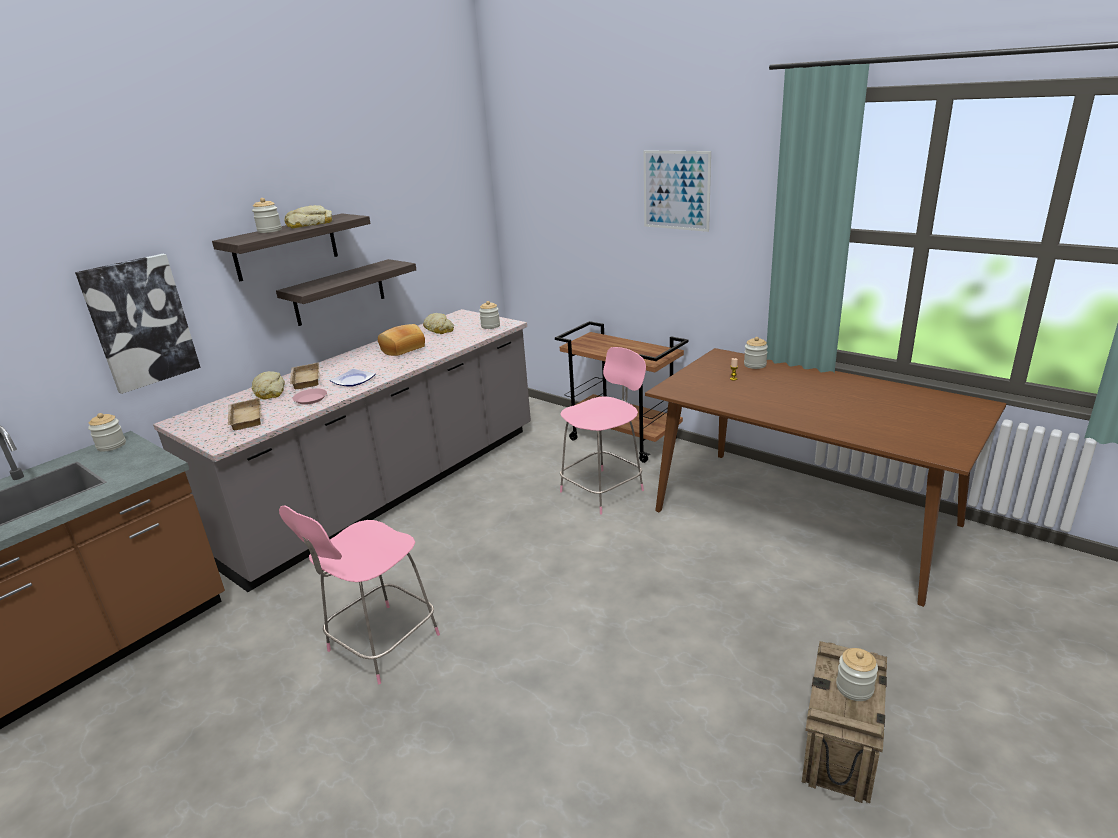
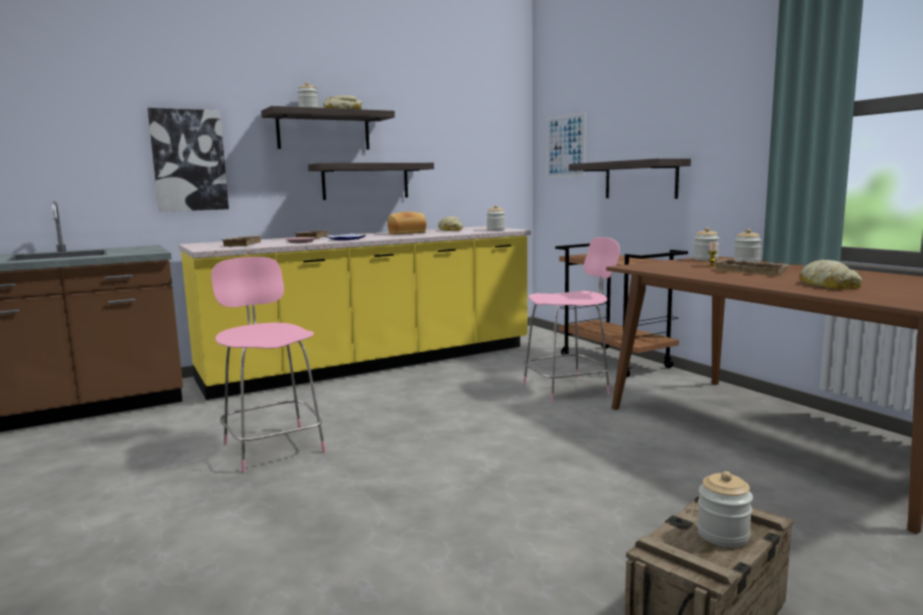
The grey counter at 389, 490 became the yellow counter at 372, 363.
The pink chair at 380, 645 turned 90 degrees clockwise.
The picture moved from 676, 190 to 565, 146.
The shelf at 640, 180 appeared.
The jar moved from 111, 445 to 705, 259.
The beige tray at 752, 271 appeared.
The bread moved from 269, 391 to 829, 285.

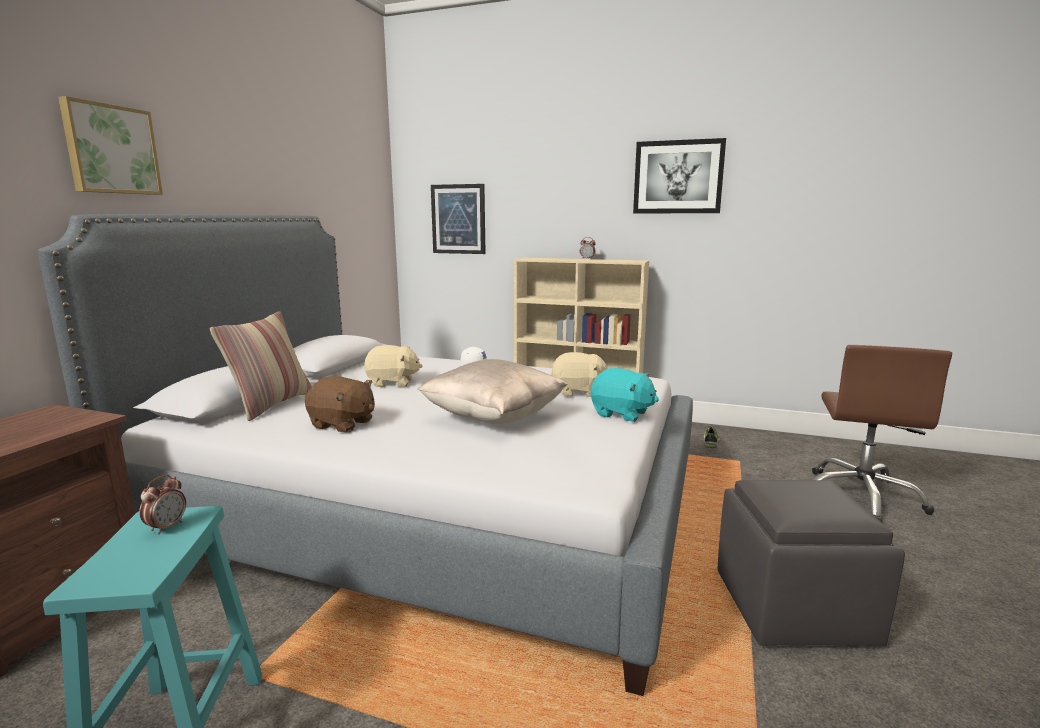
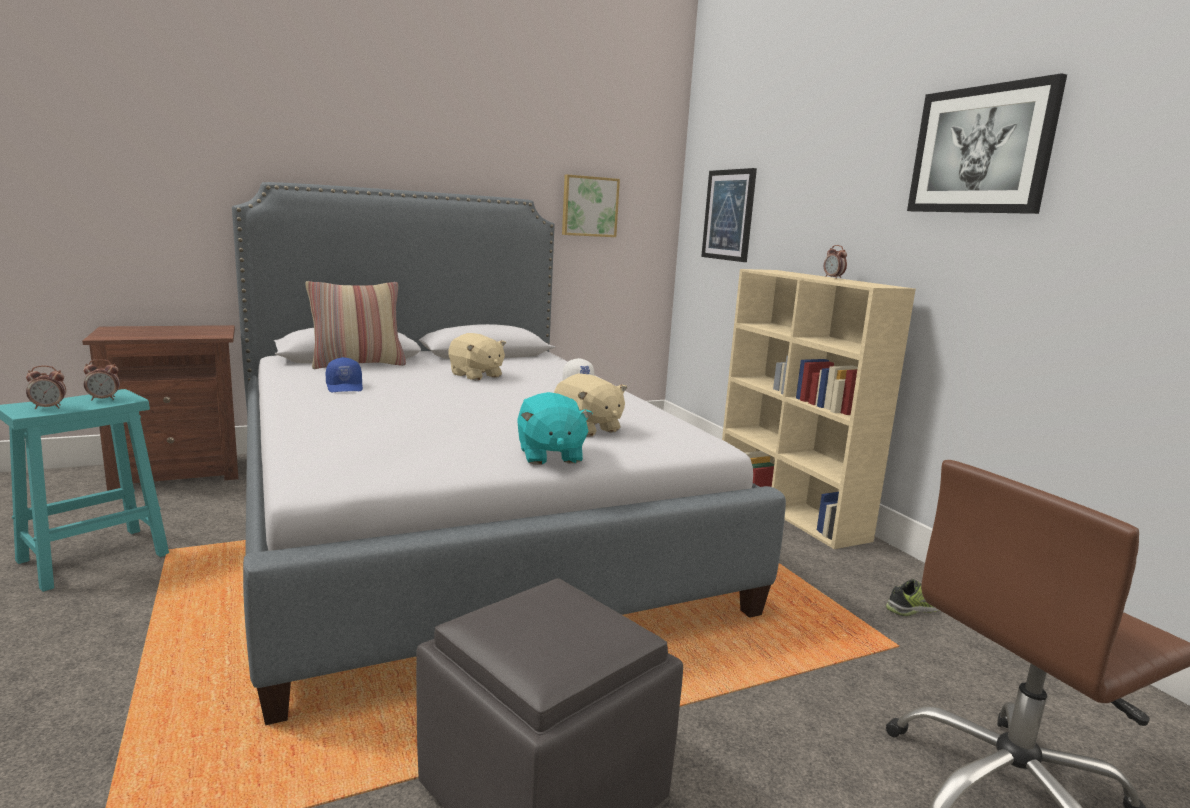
The alarm clock at 49, 407 appeared.
The brown plush toy at 342, 424 was replaced by the blue cap at 345, 387.
The picture moved from 111, 149 to 589, 206.
The beige pillow at 493, 418 disappeared.

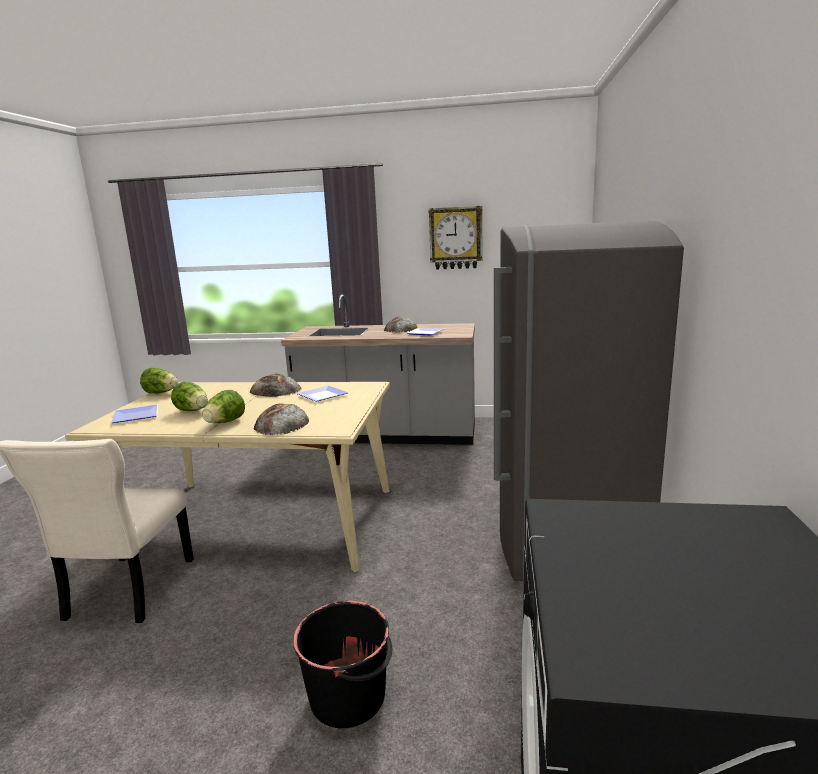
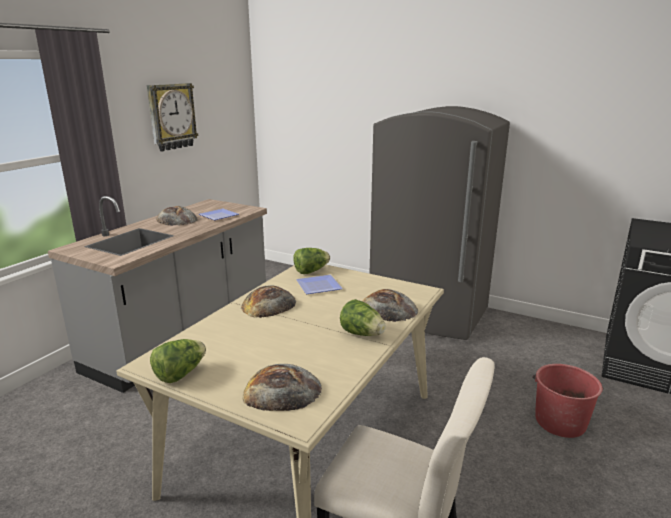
The plate at 134, 417 was replaced by the bread at 282, 390.
The lettuce moved from 193, 411 to 311, 271.
The black bucket at 349, 696 became the red bucket at 560, 421.

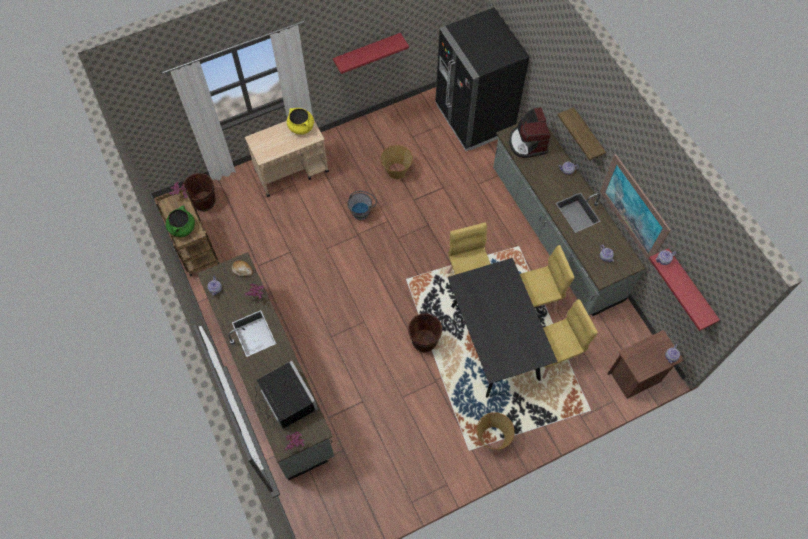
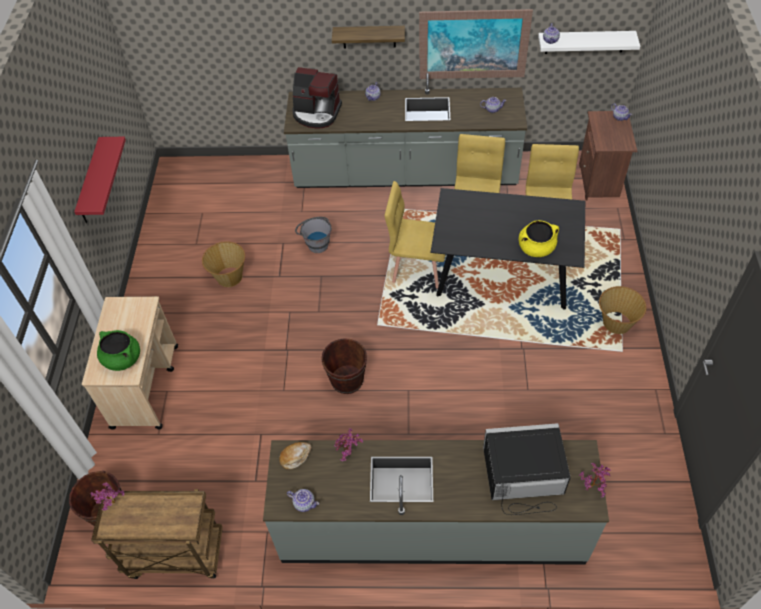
The green cooking pot moved from 182, 228 to 122, 359.
The grey bucket moved from 362, 210 to 316, 243.
The brown bucket moved from 424, 341 to 347, 380.
The yellow cooking pot moved from 301, 127 to 536, 248.
The red shelf at 690, 288 became the white shelf at 585, 42.
The black fridge at 474, 118 disappeared.

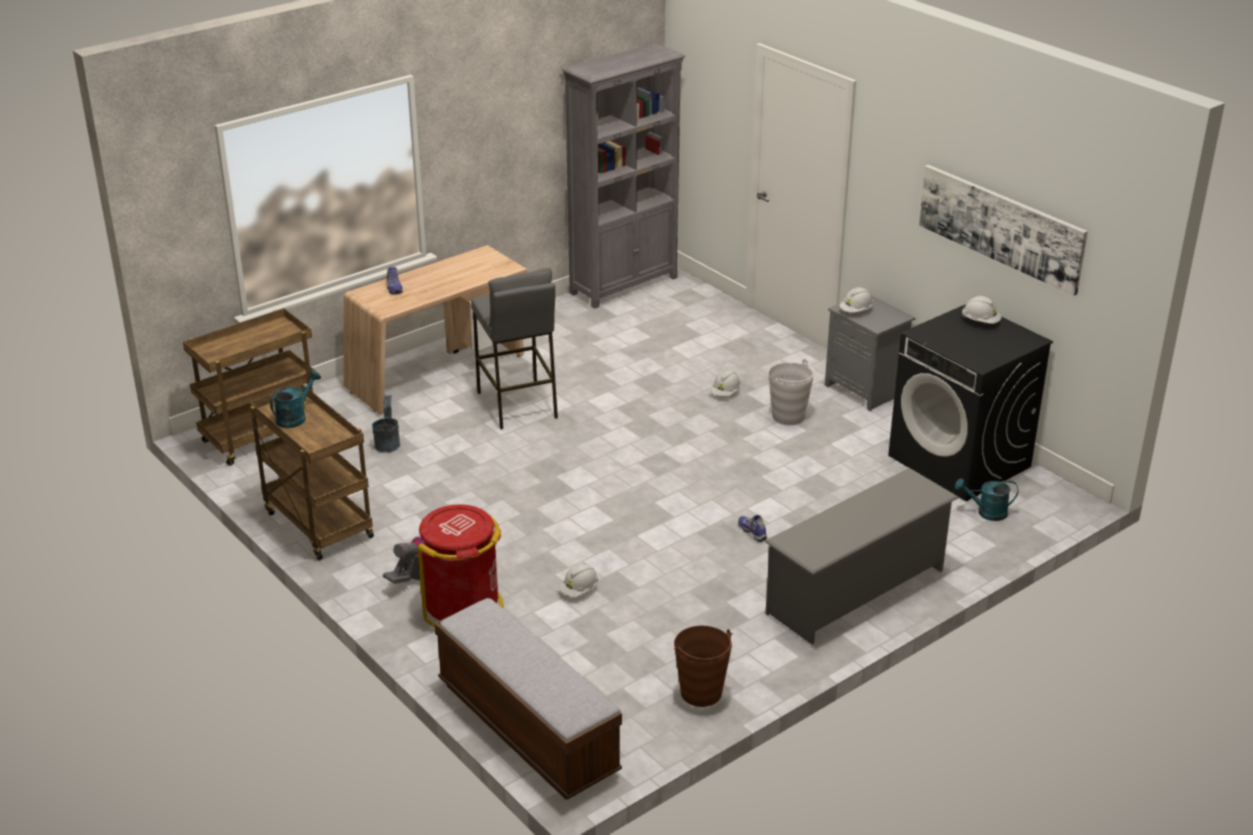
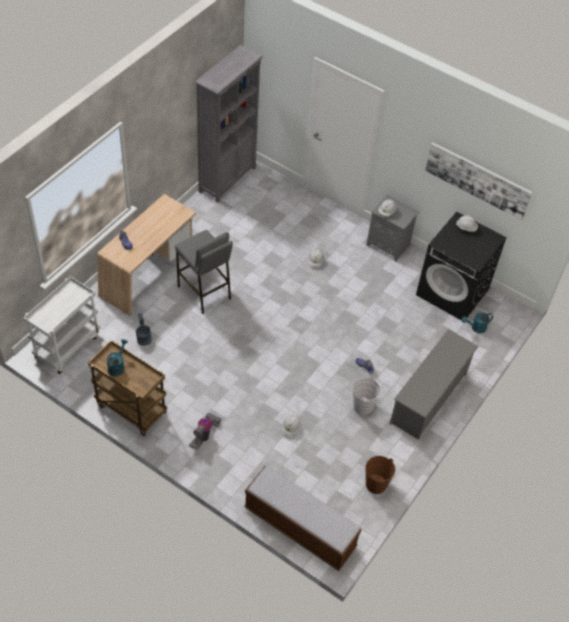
The brown cart at 261, 435 became the white cart at 67, 345.
The white bucket moved from 788, 417 to 363, 406.
The red trash can at 463, 607 disappeared.

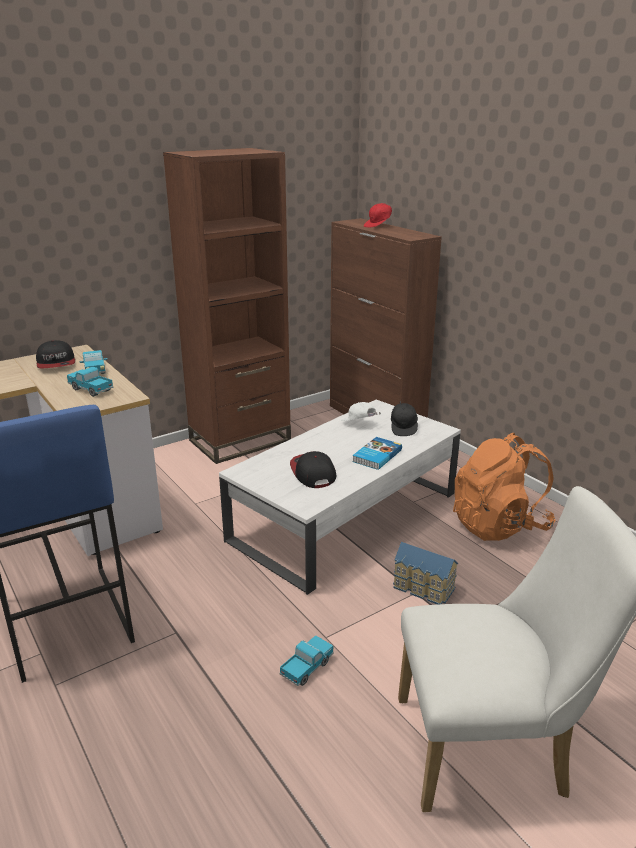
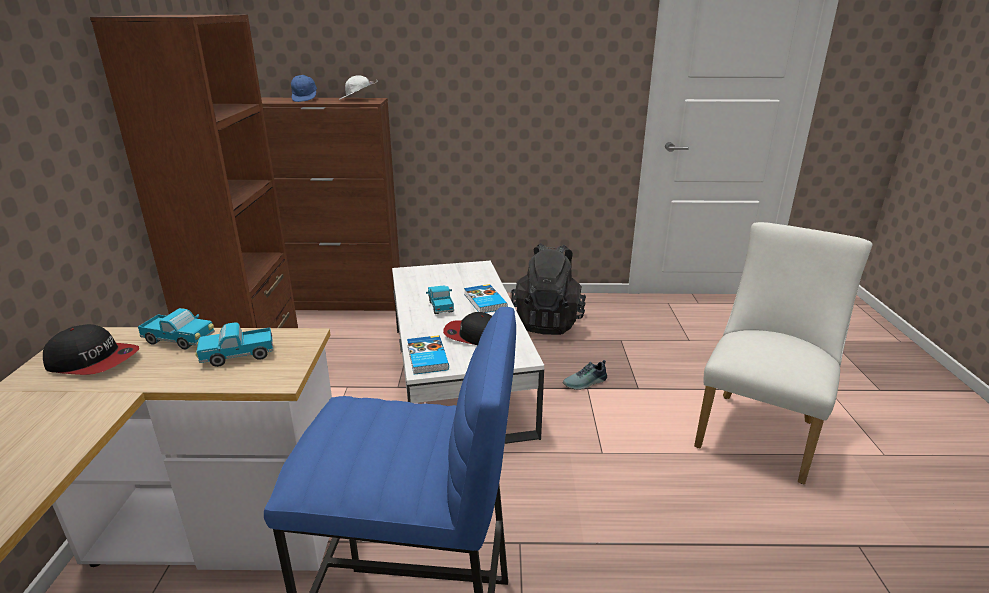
The red cap at 378, 225 became the blue cap at 305, 99.
The white cap moved from 359, 424 to 356, 99.
The book at 426, 358 appeared.
The toy truck moved from 307, 667 to 440, 306.
The orange backpack at 499, 525 became the black backpack at 548, 322.
The toy house at 423, 588 was replaced by the shoe at 585, 383.
The black cap at 404, 428 disappeared.

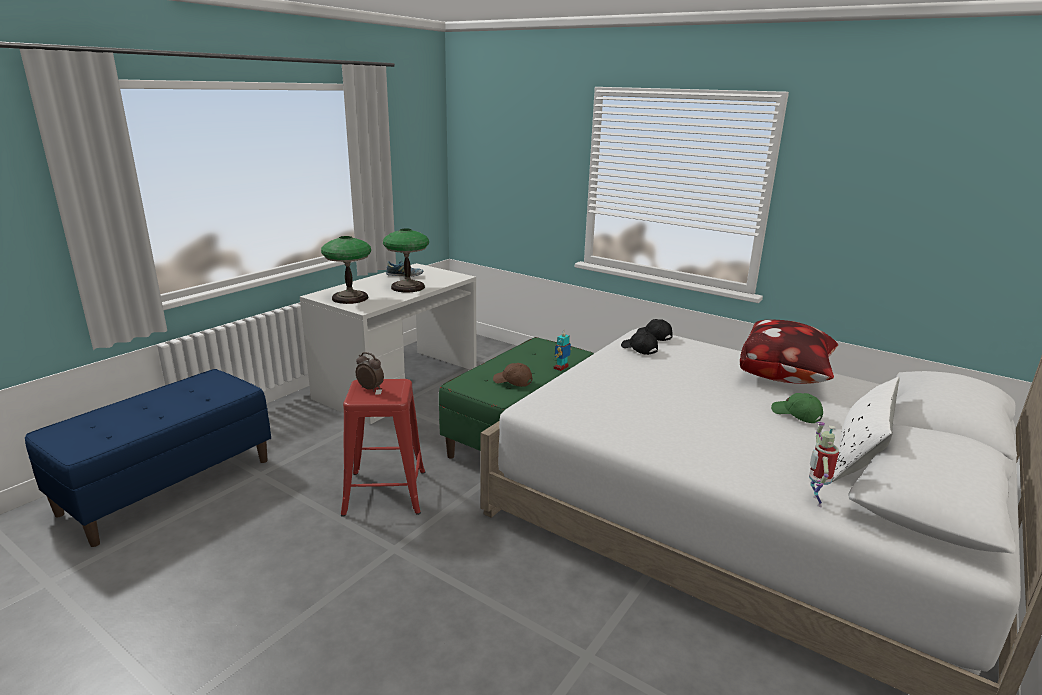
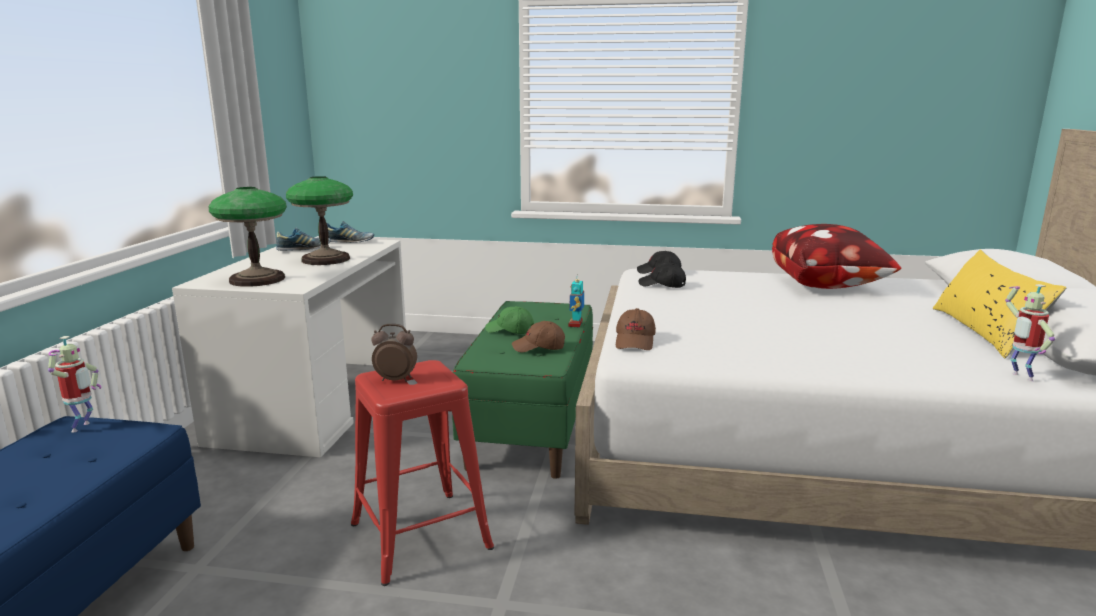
The toy robot at 83, 427 appeared.
The shoe at 349, 242 appeared.
The green cap moved from 796, 415 to 509, 330.
The brown cap at 635, 341 appeared.
The white pillow at 859, 453 became the yellow pillow at 985, 331.

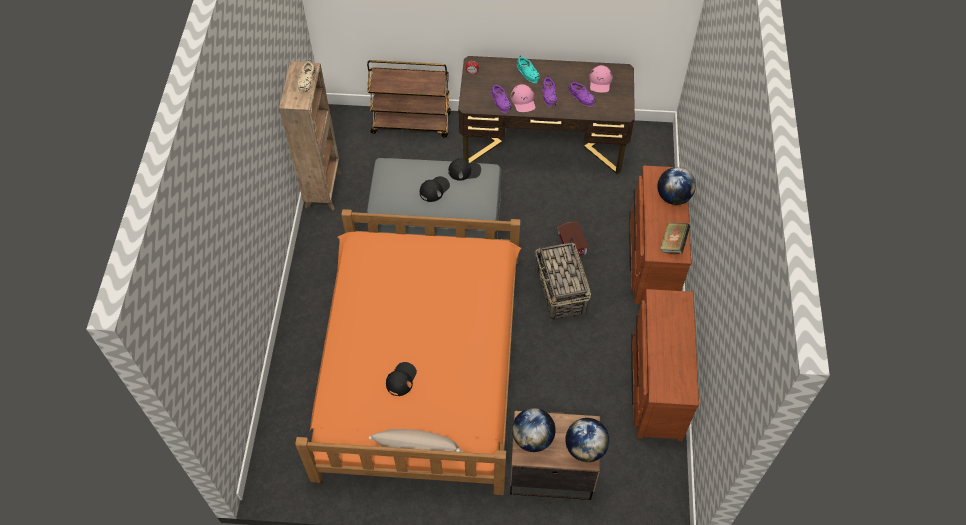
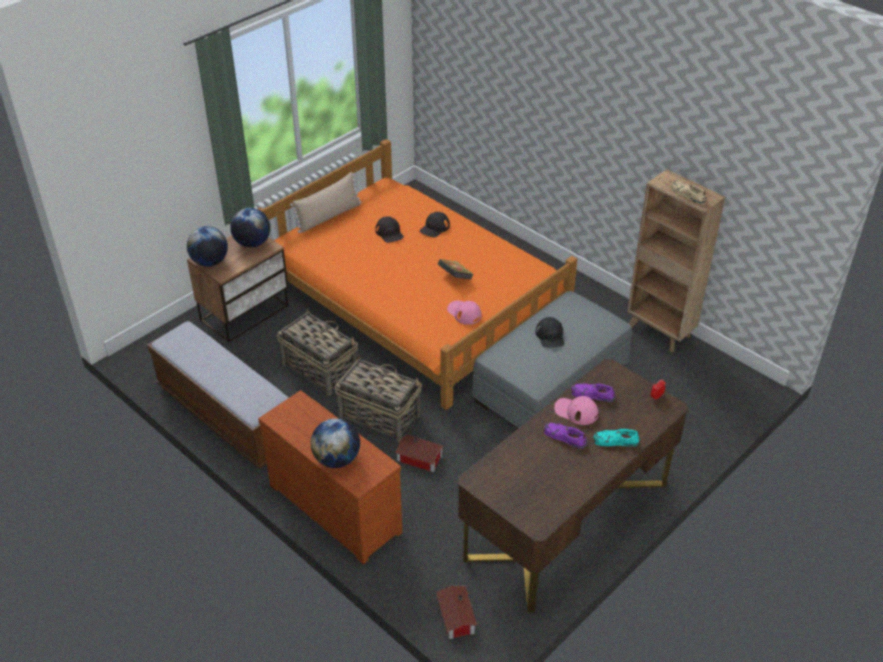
The brown dresser at 655, 384 was replaced by the bench at 226, 415.
The basket at 319, 368 appeared.
The black cap moved from 464, 171 to 434, 228.
The toy house at 455, 618 appeared.
The book moved from 673, 244 to 455, 277.
The pink cap moved from 600, 81 to 464, 313.
The brown cart at 412, 123 disappeared.
The purple shoe at 582, 96 disappeared.

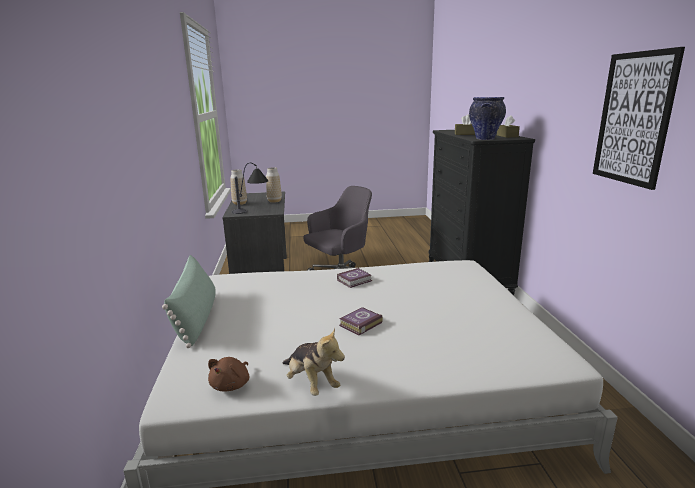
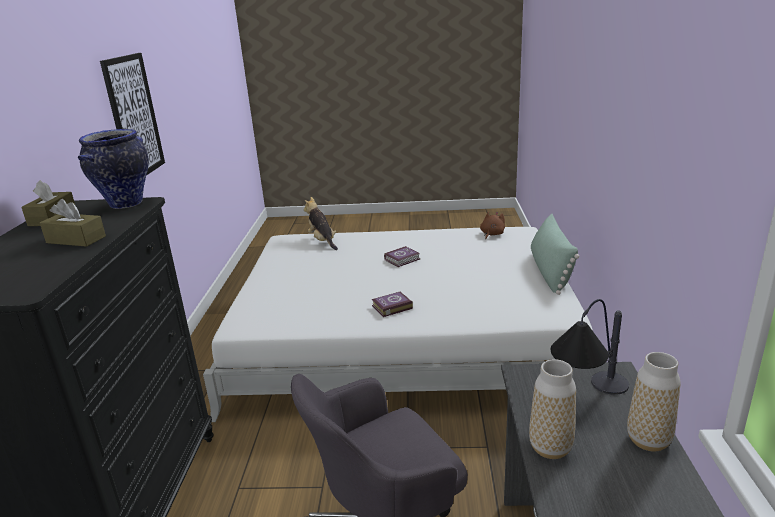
The plush toy moved from 311, 383 to 322, 241.

